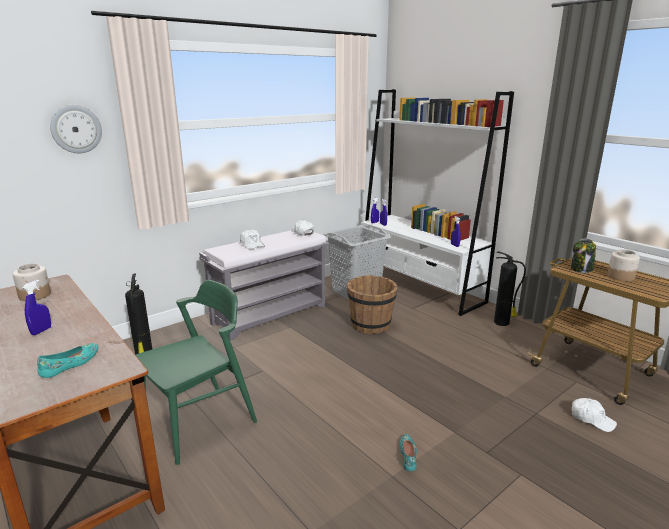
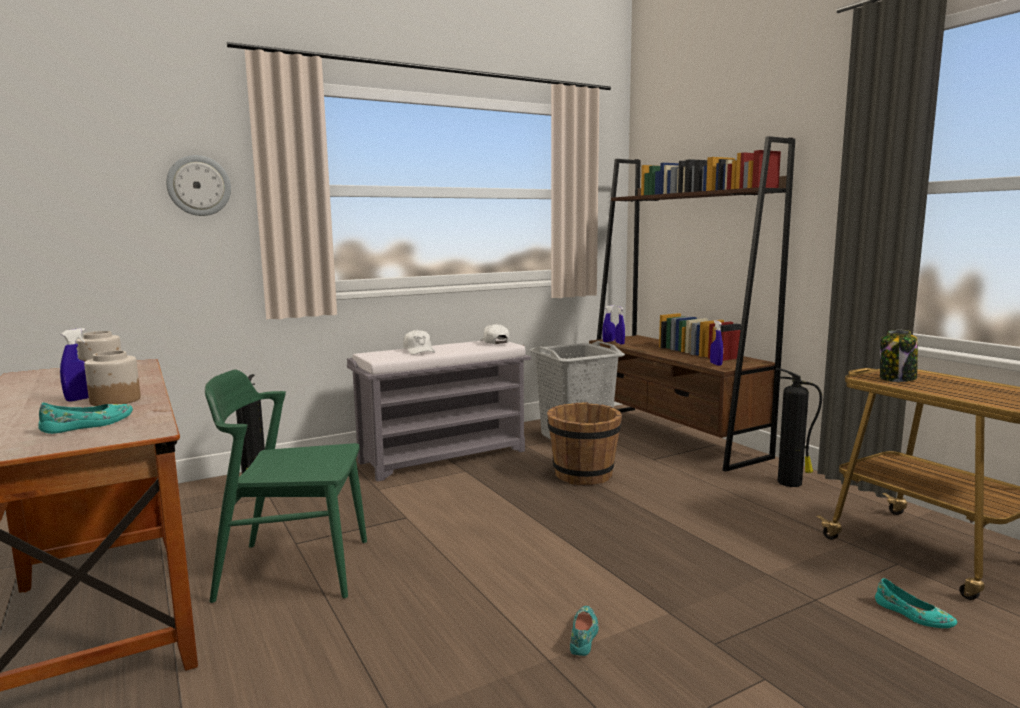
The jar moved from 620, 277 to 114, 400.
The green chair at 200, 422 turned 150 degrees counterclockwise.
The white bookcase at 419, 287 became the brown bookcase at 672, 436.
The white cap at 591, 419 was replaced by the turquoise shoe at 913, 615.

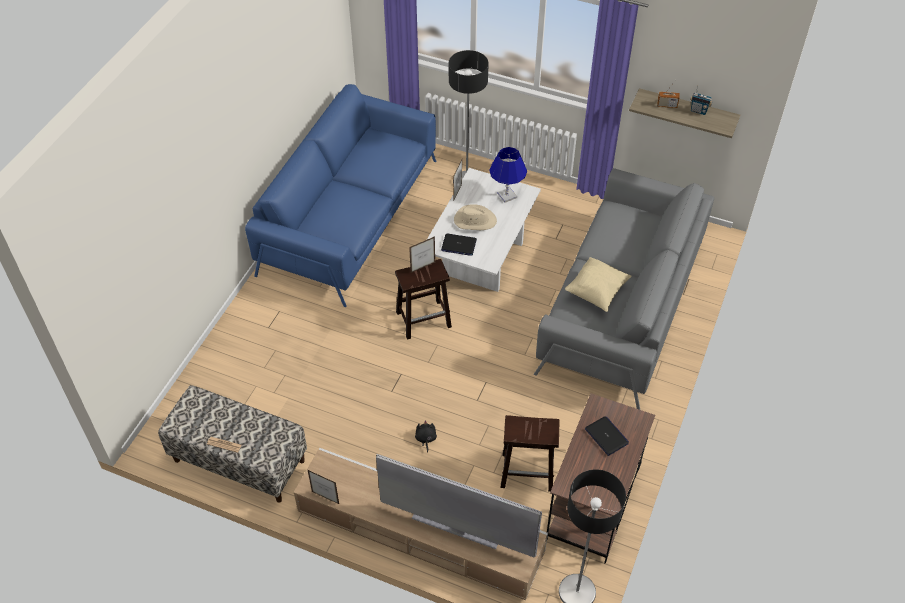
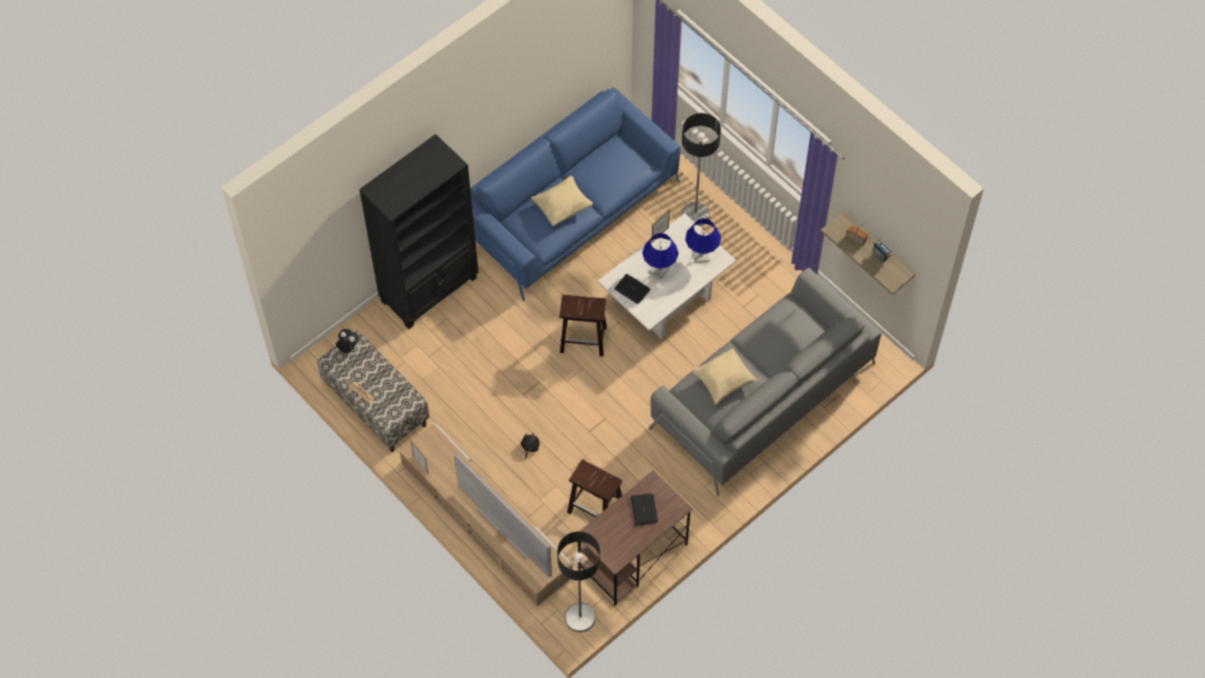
The plush toy at 349, 348 appeared.
The black bookcase at 430, 289 appeared.
The beige pillow at 562, 207 appeared.
The beige hat at 474, 220 was replaced by the blue table lamp at 659, 270.
The picture frame at 423, 267 disappeared.

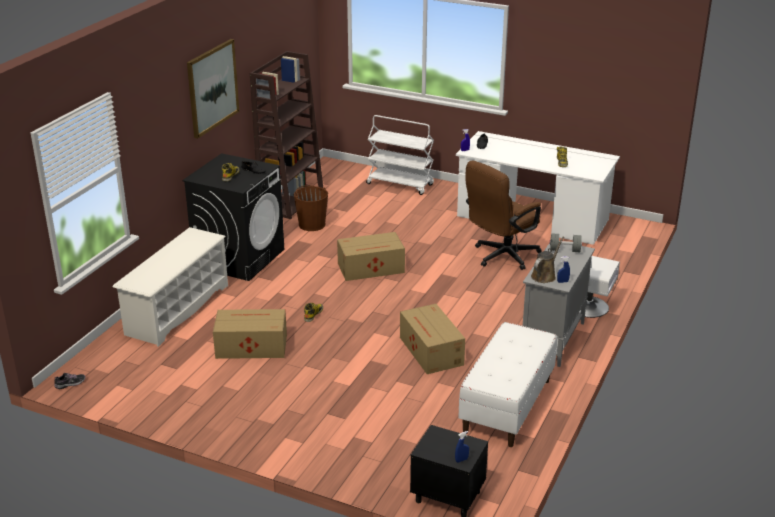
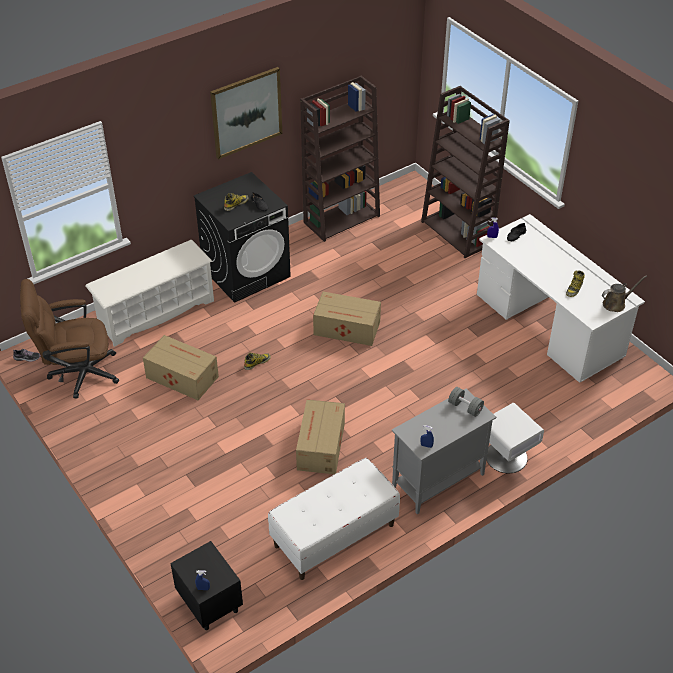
The brown office chair moved from 501, 257 to 77, 373.
The white cart at 400, 184 was replaced by the brown bookcase at 458, 233.
The brown watering can moved from 544, 275 to 616, 304.
The brown bucket at 312, 224 disappeared.

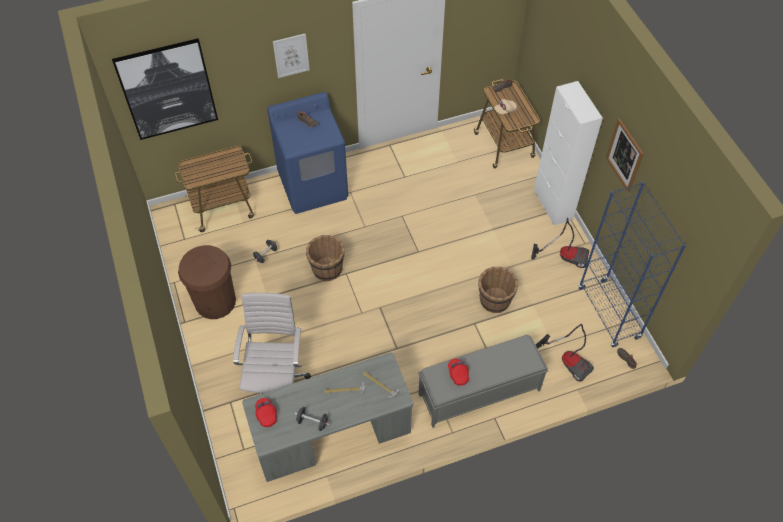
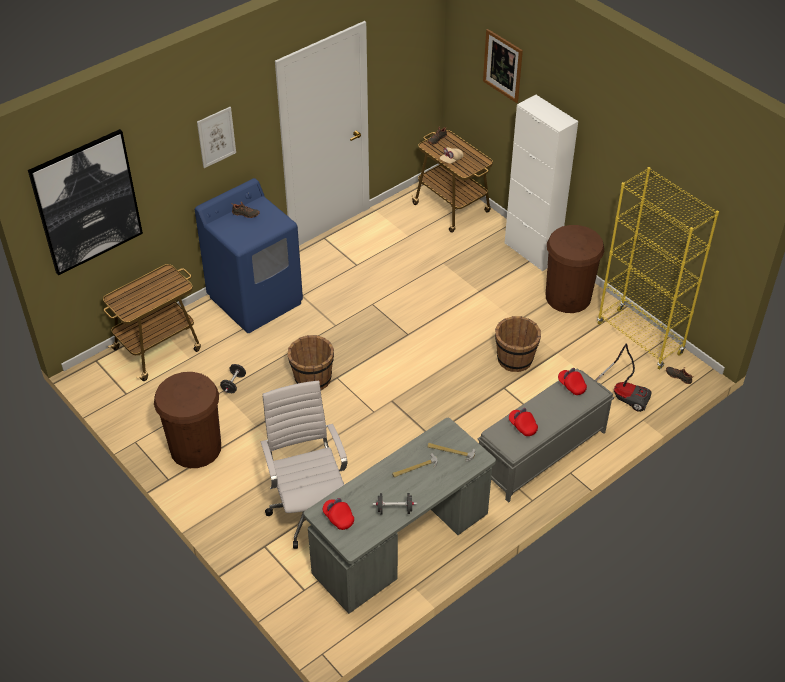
The picture moved from 624, 155 to 503, 65.
The vacuum cleaner at 565, 256 was replaced by the brown trash can at 568, 297.
The red cap at 571, 386 appeared.
The blue bookcase at 608, 313 became the yellow bookcase at 639, 339.

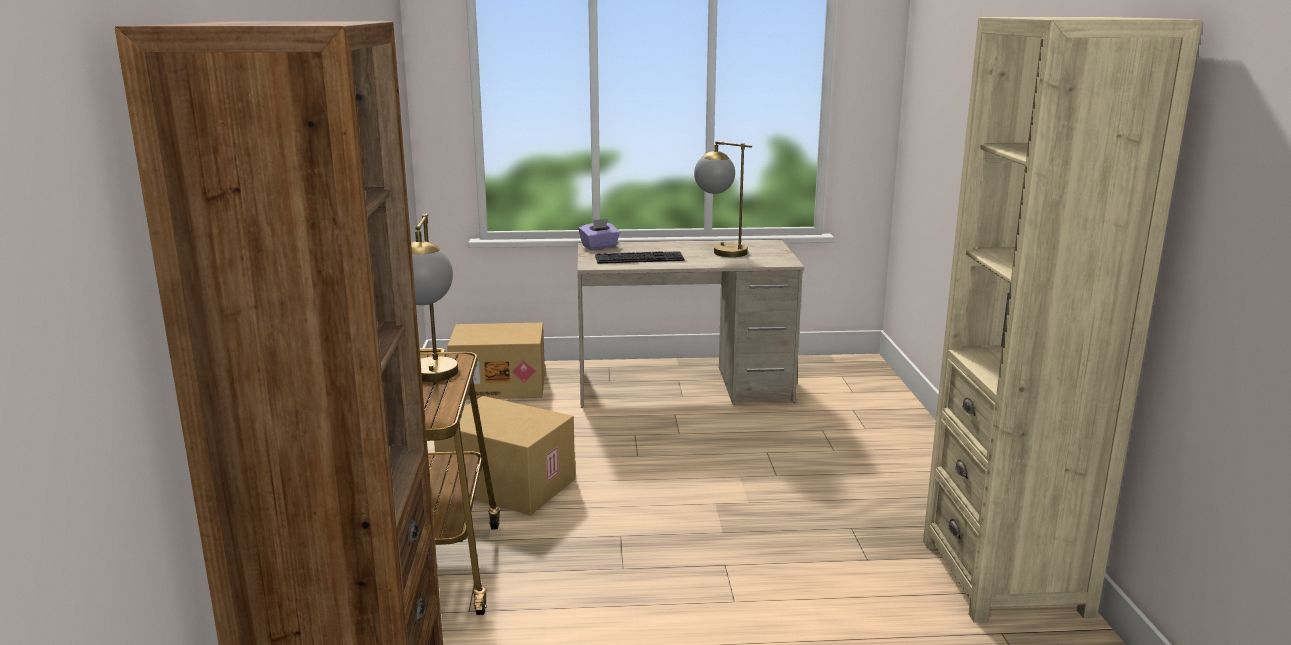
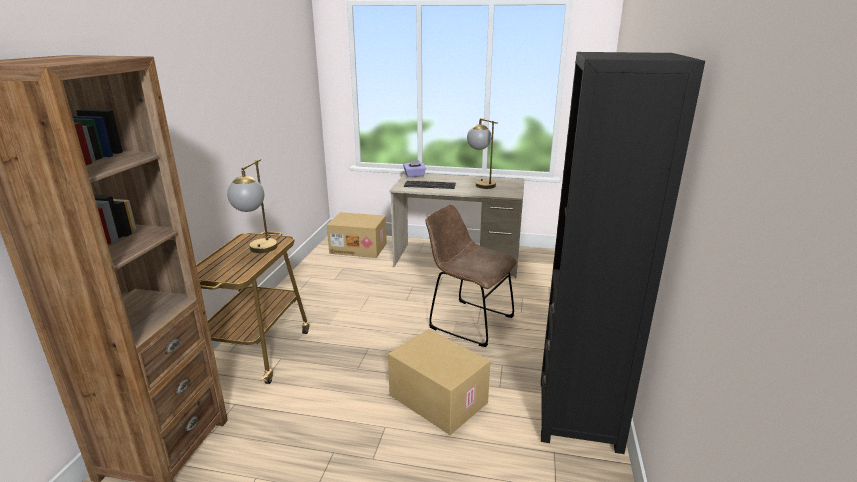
The cardboard box moved from 505, 485 to 436, 399.
The brown chair at 467, 321 appeared.
The beige bookcase at 1004, 577 became the black bookcase at 579, 414.

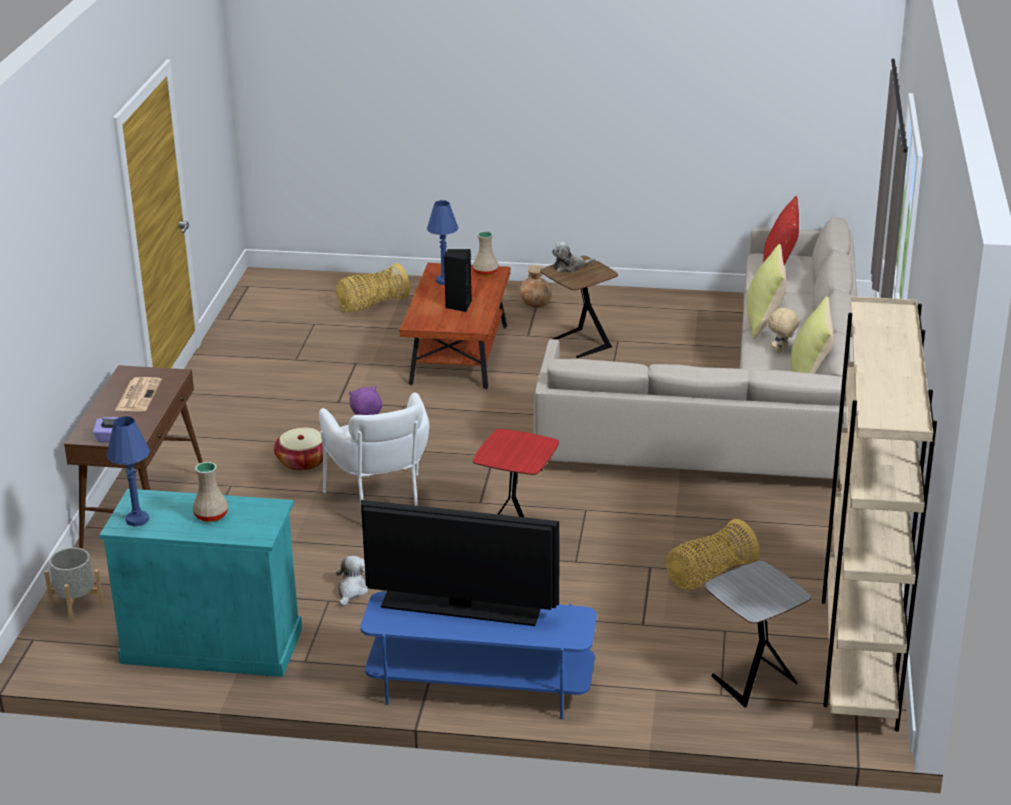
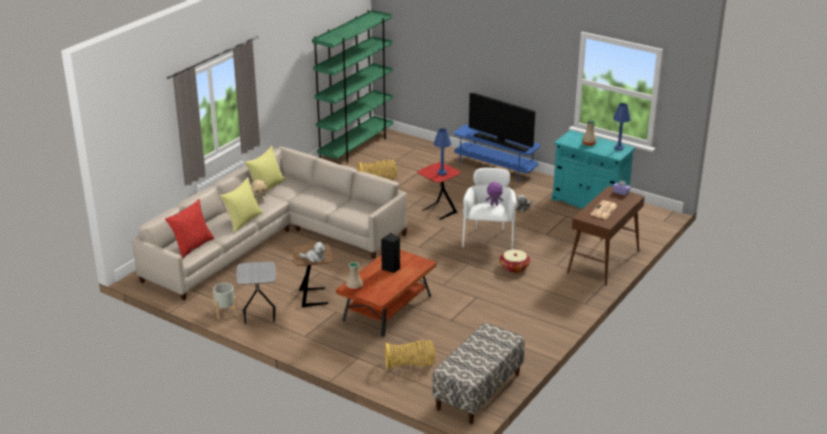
The grey planter moved from 77, 605 to 225, 312.
The grey side table moved from 751, 679 to 260, 316.
The beige bookcase at 858, 655 became the green bookcase at 356, 146.
The bench at 478, 391 appeared.
The blue table lamp moved from 444, 281 to 442, 173.
The brown vase at 536, 304 disappeared.

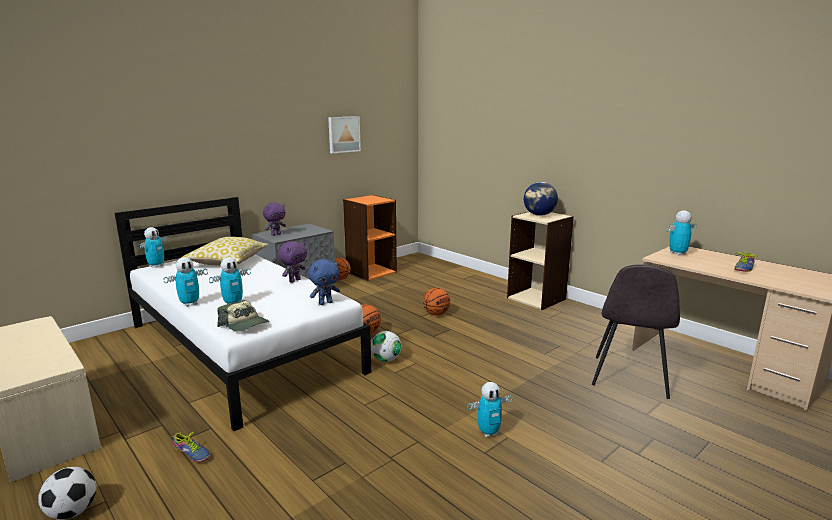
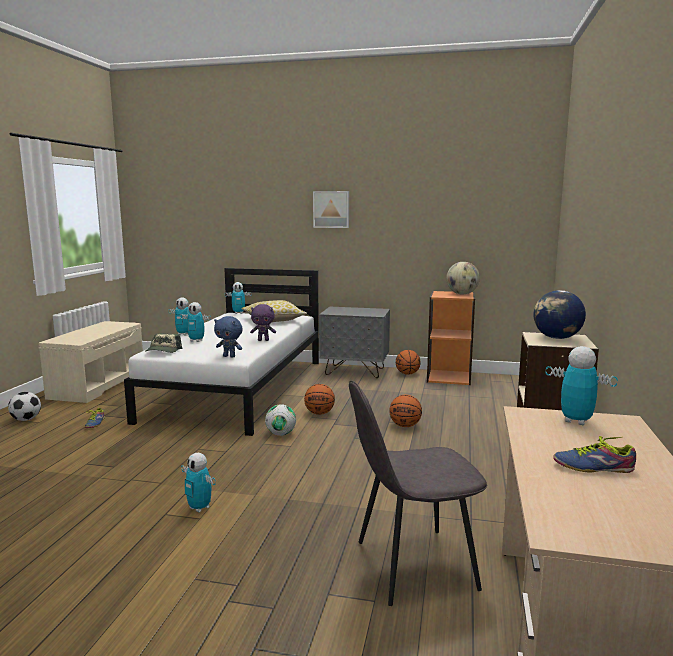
The picture moved from 343, 134 to 331, 209.
The globe at 462, 294 appeared.
The purple plush toy at 276, 234 disappeared.

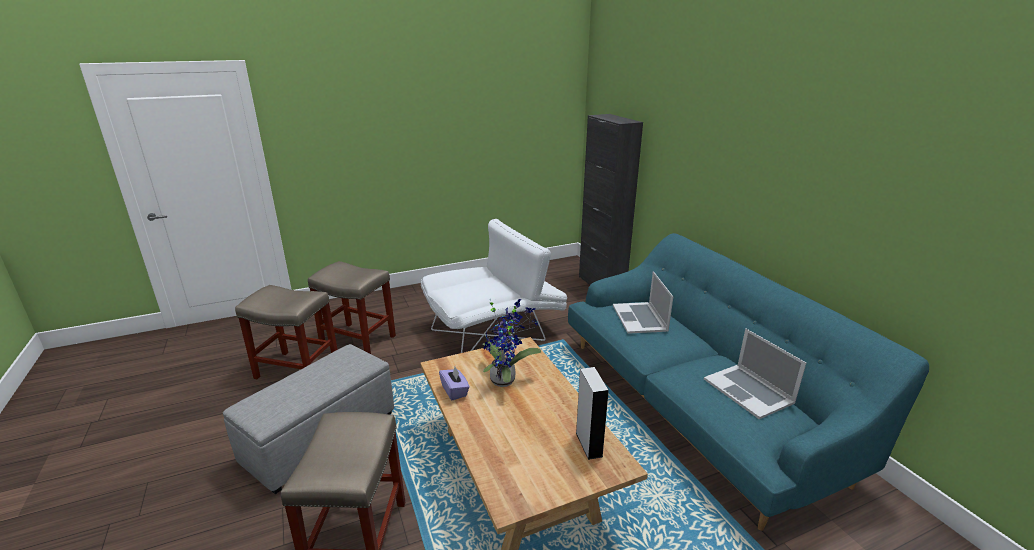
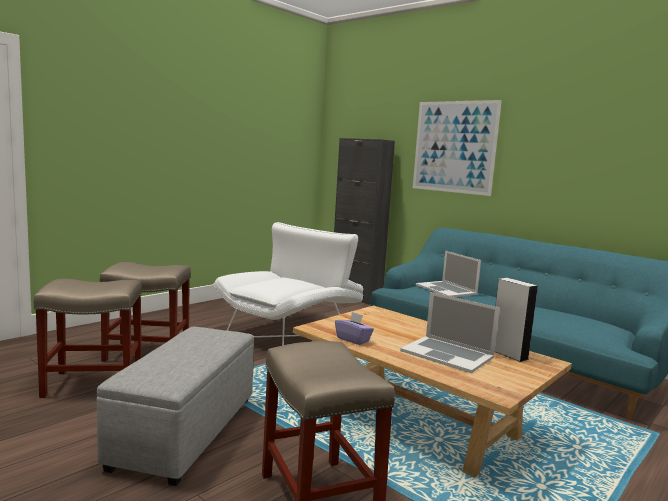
The laptop moved from 748, 390 to 447, 354.
The picture at 454, 147 appeared.
The potted plant at 505, 379 disappeared.

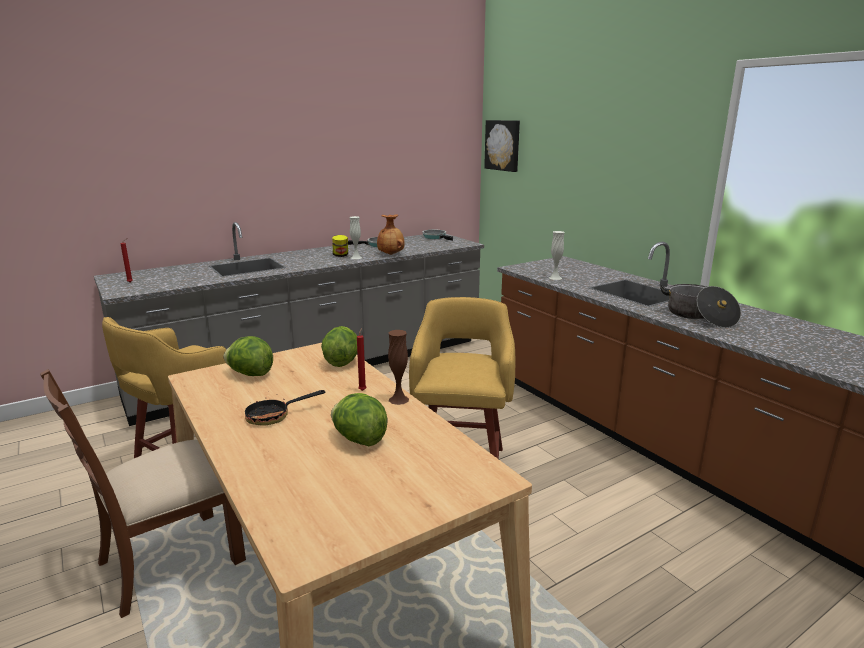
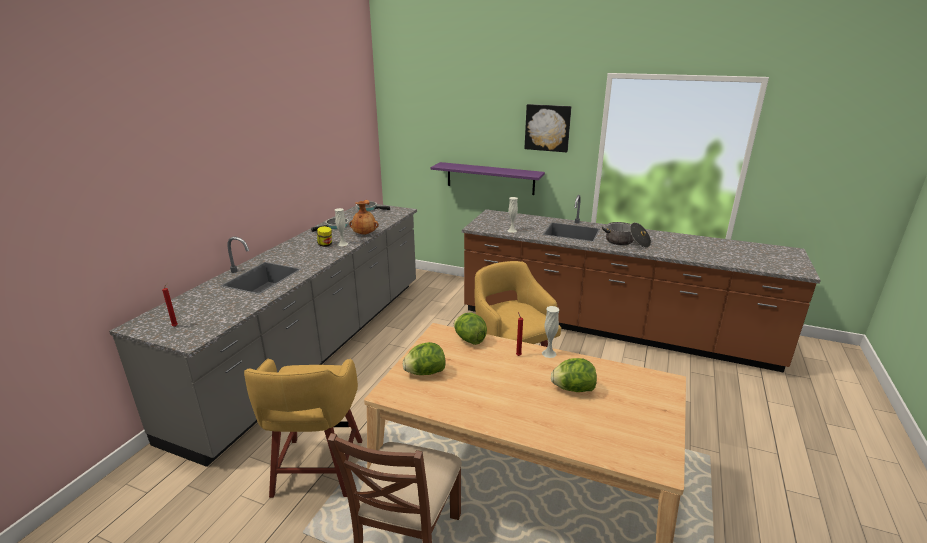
The purple shelf at 490, 178 appeared.
The picture moved from 503, 145 to 547, 127.
The brown vase at 398, 399 became the white vase at 549, 353.
The frying pan at 274, 416 disappeared.

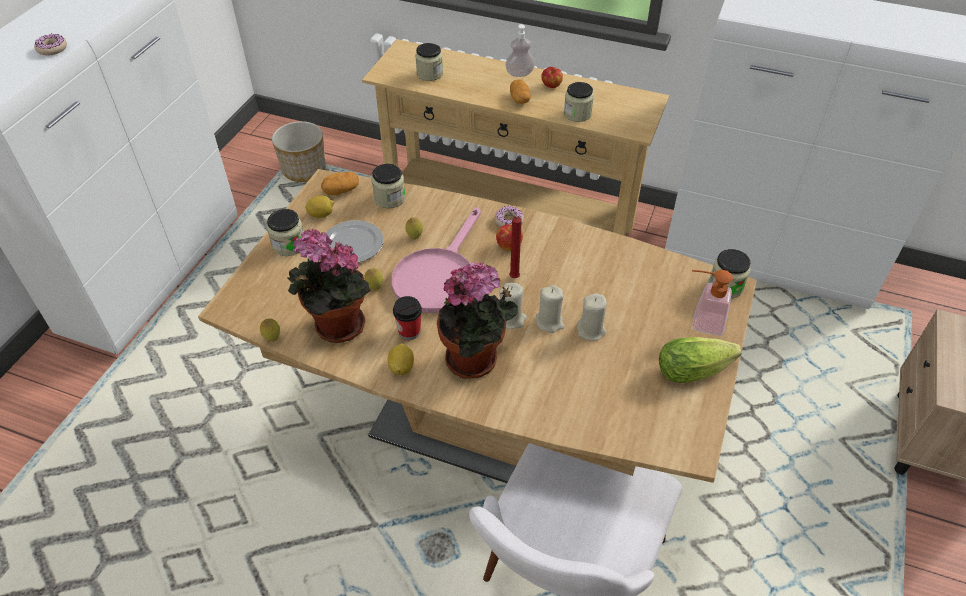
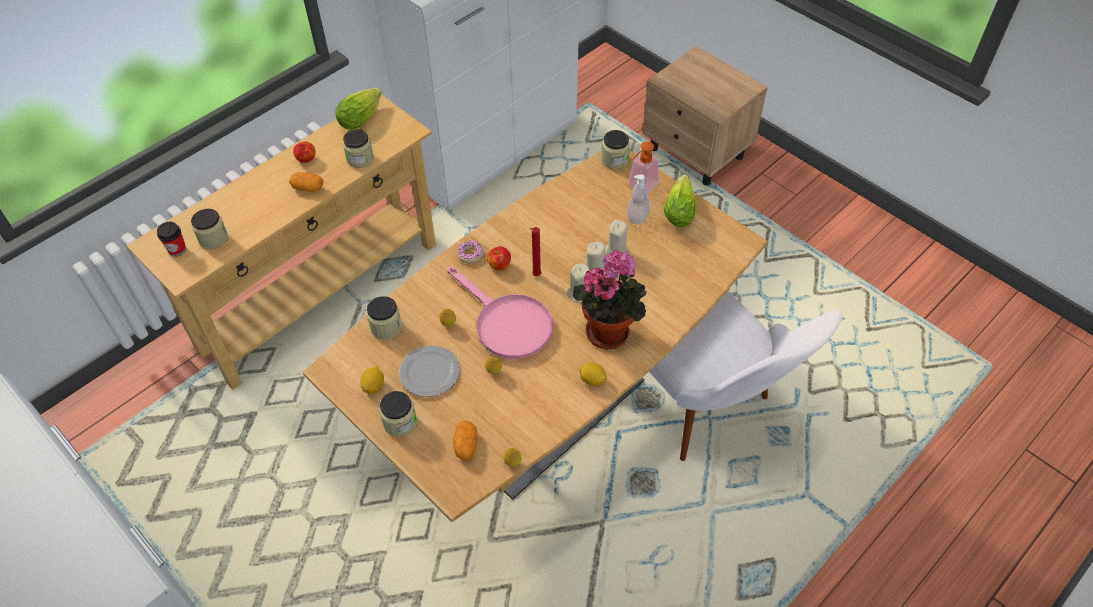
The cup moved from 409, 331 to 177, 250.
The lettuce at 362, 116 appeared.
The potato moved from 341, 191 to 465, 445.
The soap dispenser moved from 519, 73 to 637, 217.
The donut at 52, 49 disappeared.
The planter at 303, 170 disappeared.
The potted plant at 335, 327 disappeared.

